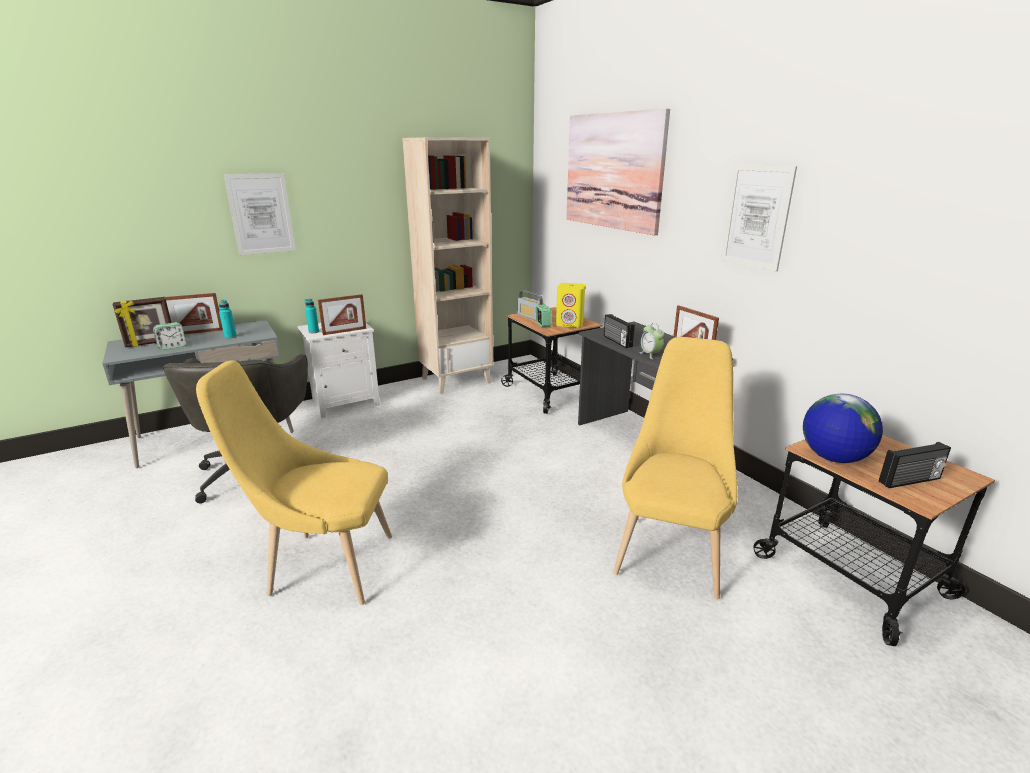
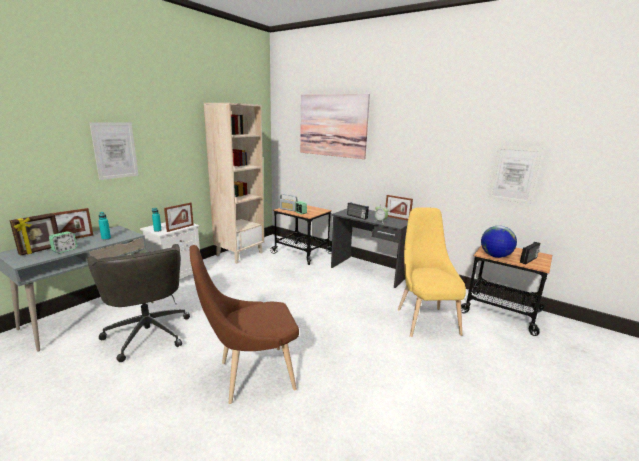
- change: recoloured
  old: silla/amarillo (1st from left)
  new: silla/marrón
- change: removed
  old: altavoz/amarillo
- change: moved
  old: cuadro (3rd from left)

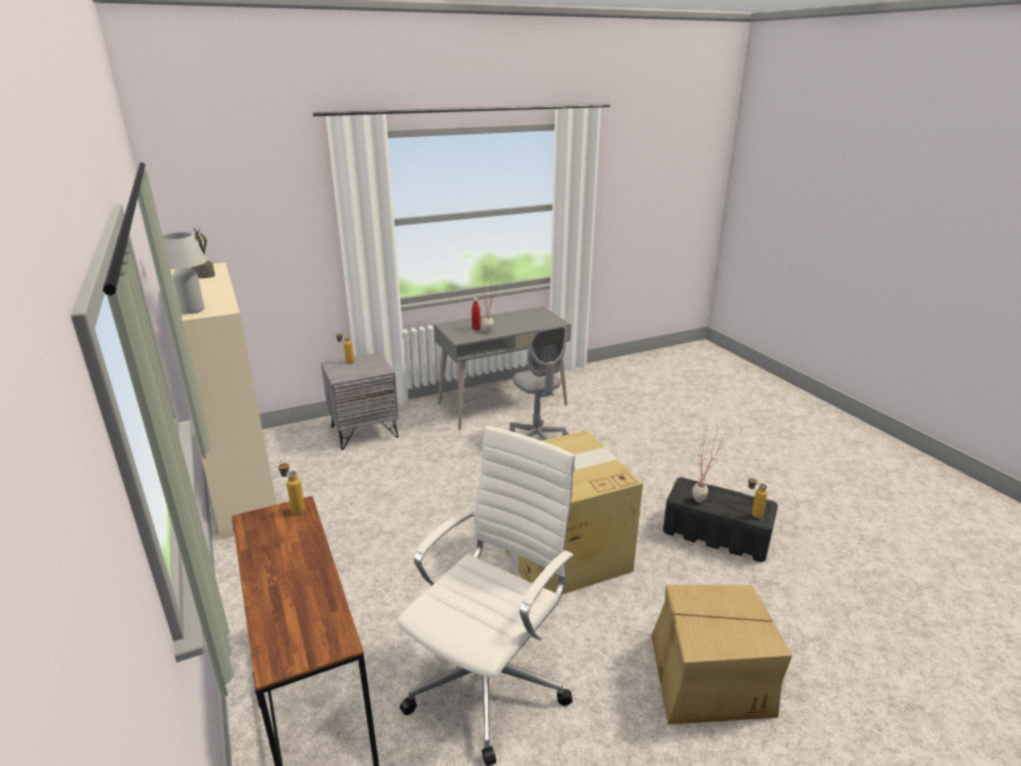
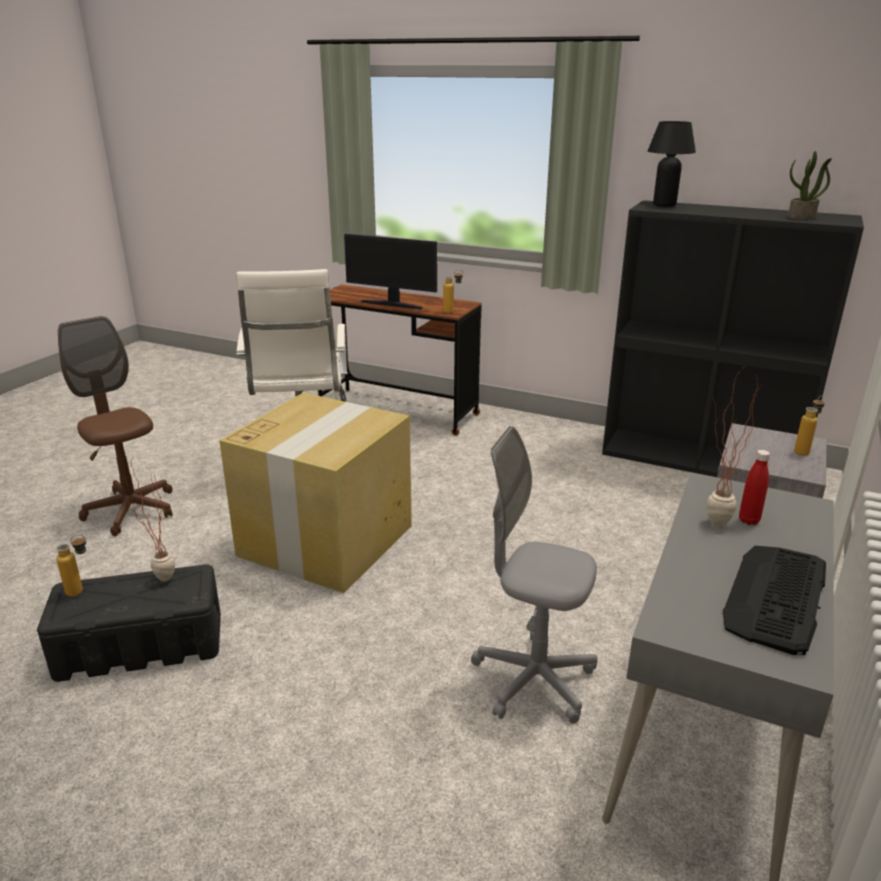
- change: recoloured
  old: lámpara de mesa/blanco
  new: lámpara de mesa/negro
- change: recoloured
  old: estantería/beis
  new: estantería/negro
- change: replaced
  old: caja de cartón (2nd from left)
  new: silla de oficina/marrón
- change: added
  new: monitor
- change: added
  new: teclado

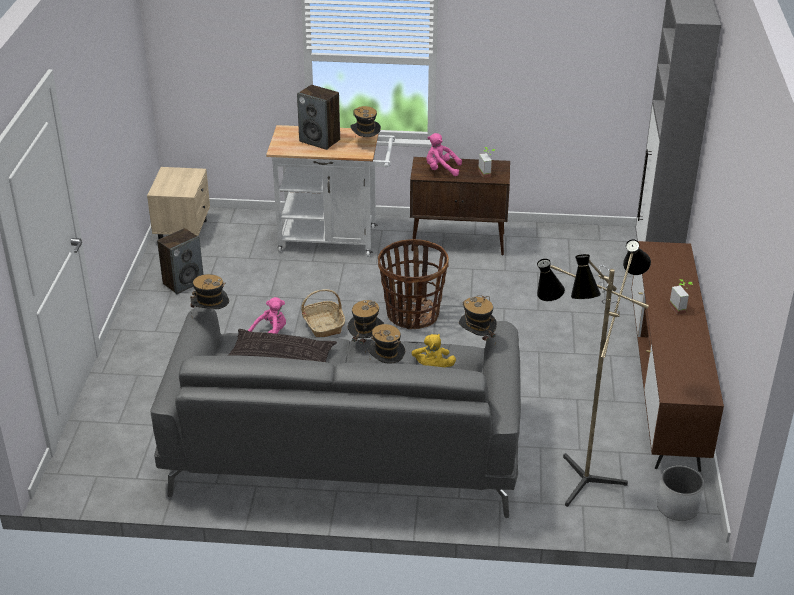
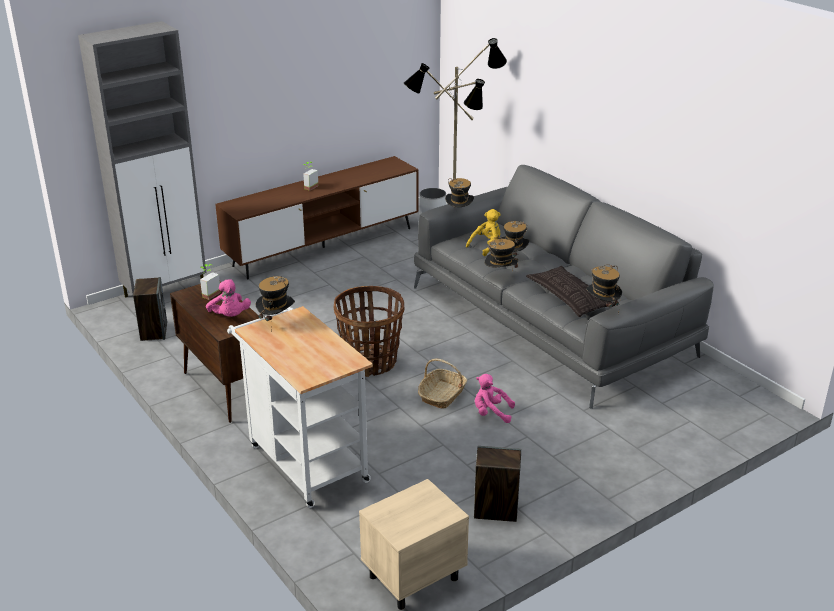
- change: moved
  old: altavoz (2nd from left in the first image)
  new: altavoz (1st from left)

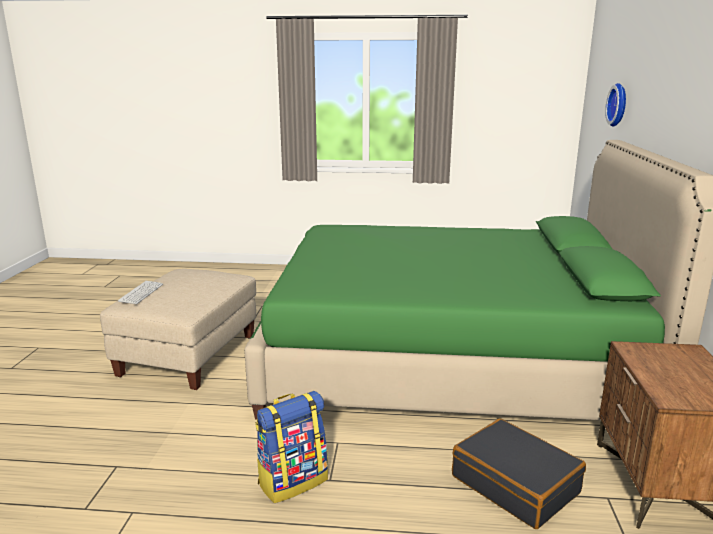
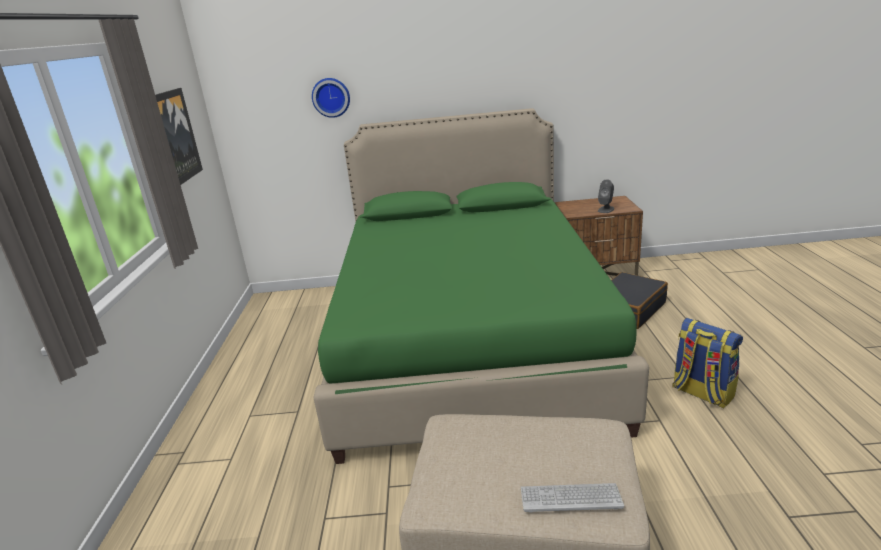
- change: added
  new: cuadro
- change: added
  new: altavoz/gris

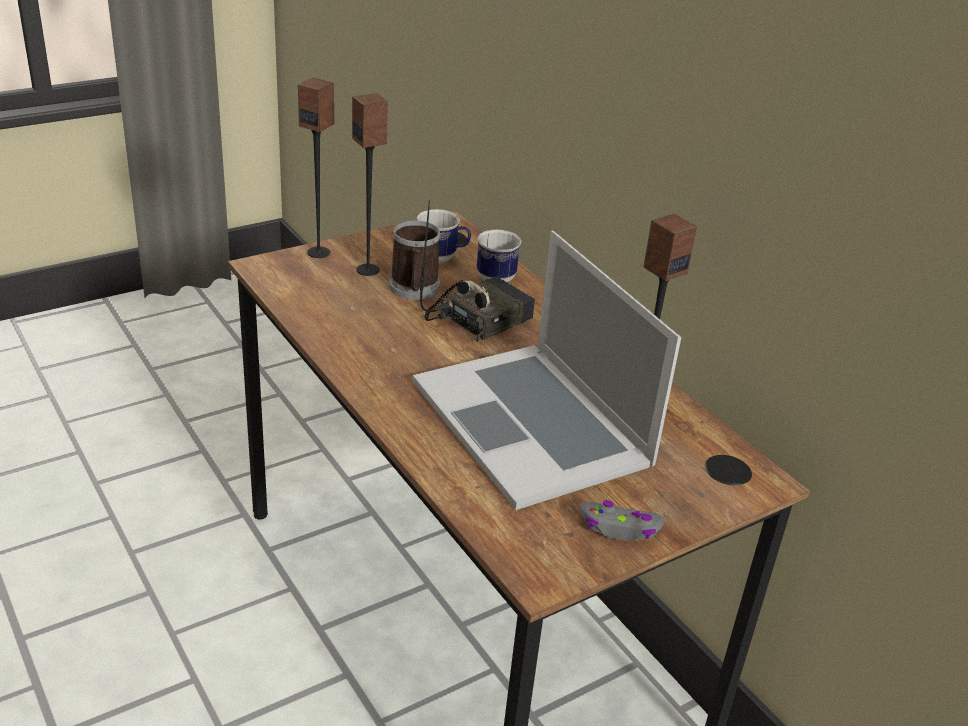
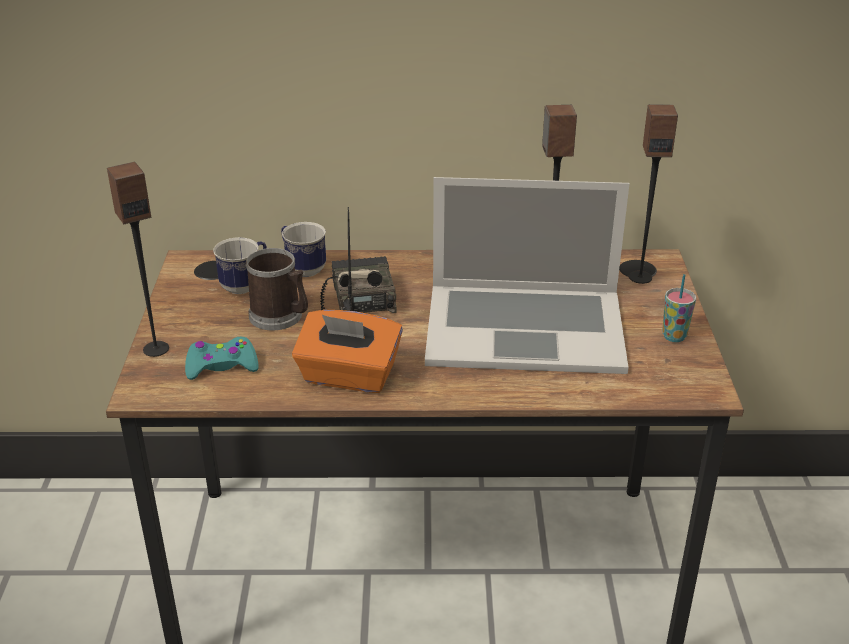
- change: moved
  old: altavoz (2nd from left in the first image)
  new: altavoz (3rd from left)
- change: replaced
  old: mando de consola/gris
  new: taza
- change: added
  new: mando de consola/turquesa
- change: added
  new: caja de pañuelos/naranja

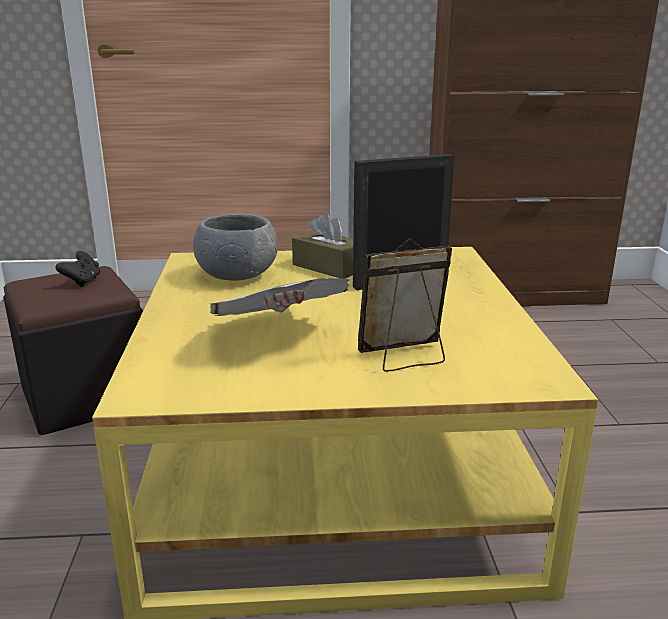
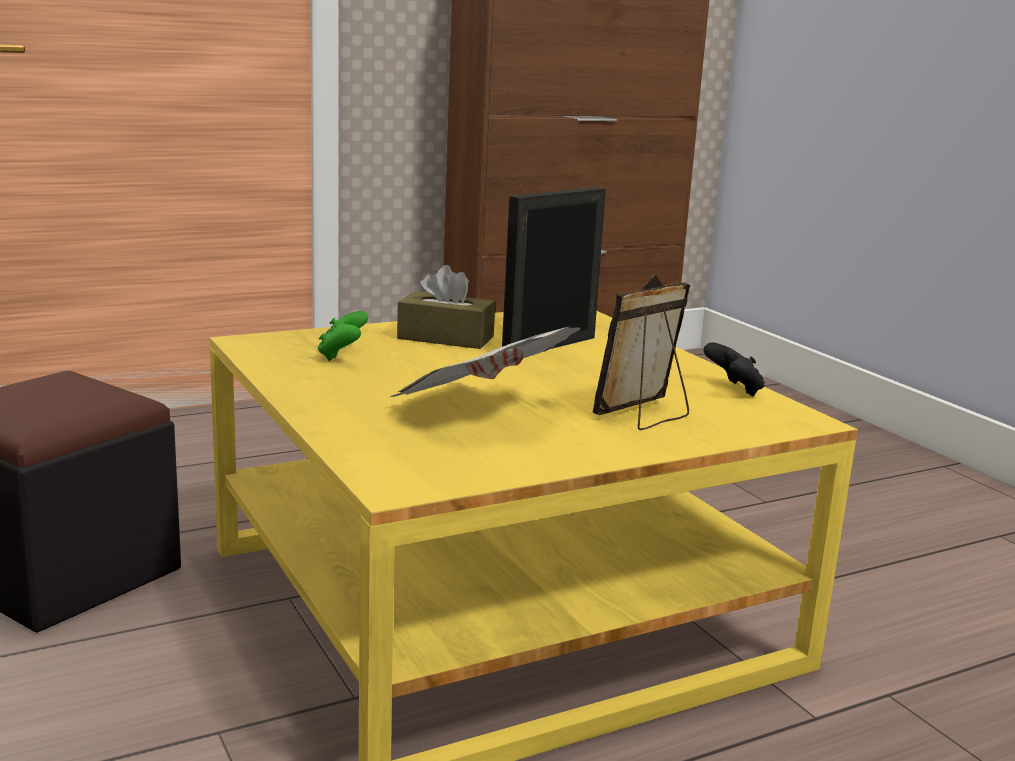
- change: moved
  old: mando de consola/negro
- change: replaced
  old: cuenco/gris
  new: mando de consola/verde

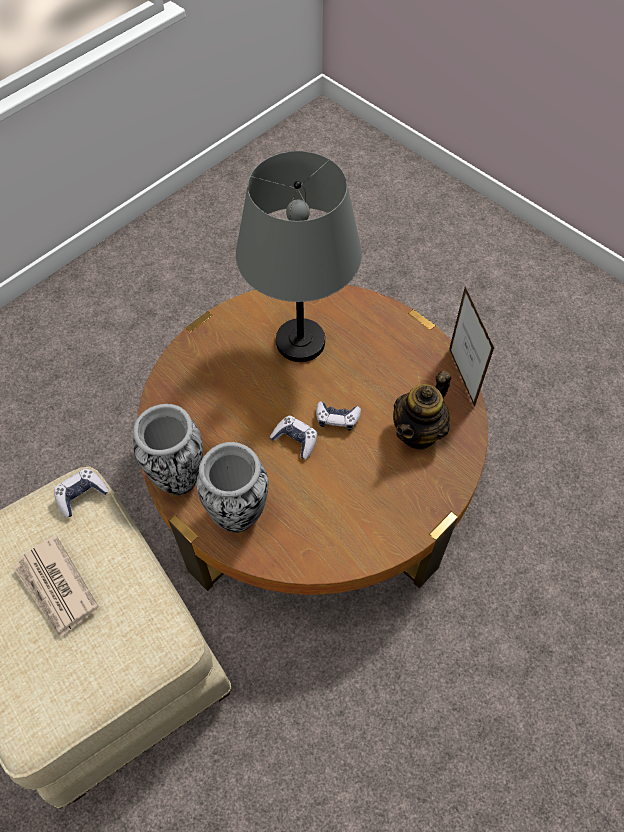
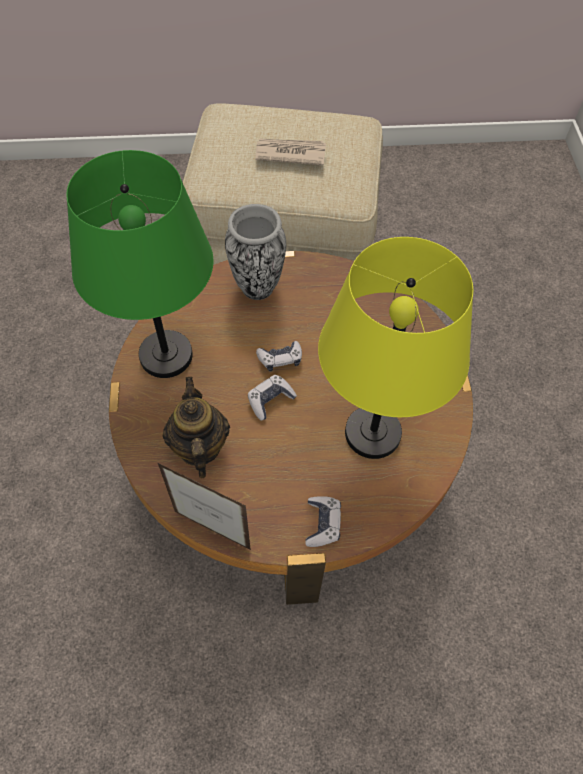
- change: moved
  old: mando de consola (1st from left in the first image)
  new: mando de consola (3rd from left)
- change: removed
  old: florero (1st from left)
- change: recoloured
  old: lámpara de mesa/gris
  new: lámpara de mesa/amarillo
- change: added
  new: lámpara de mesa/verde

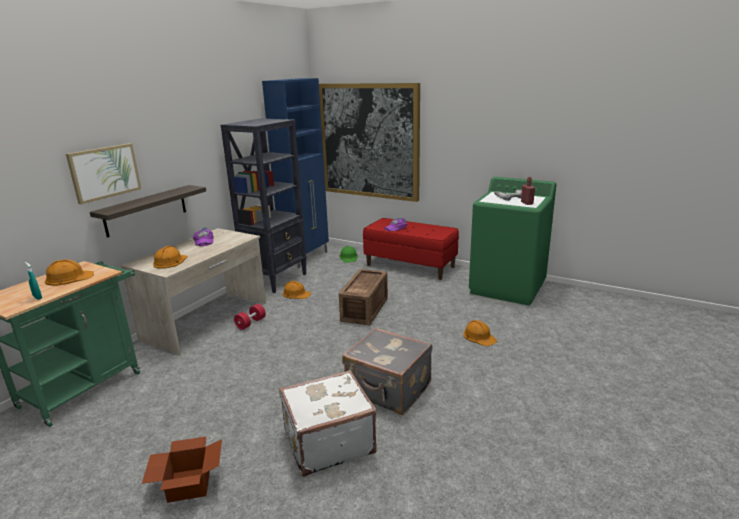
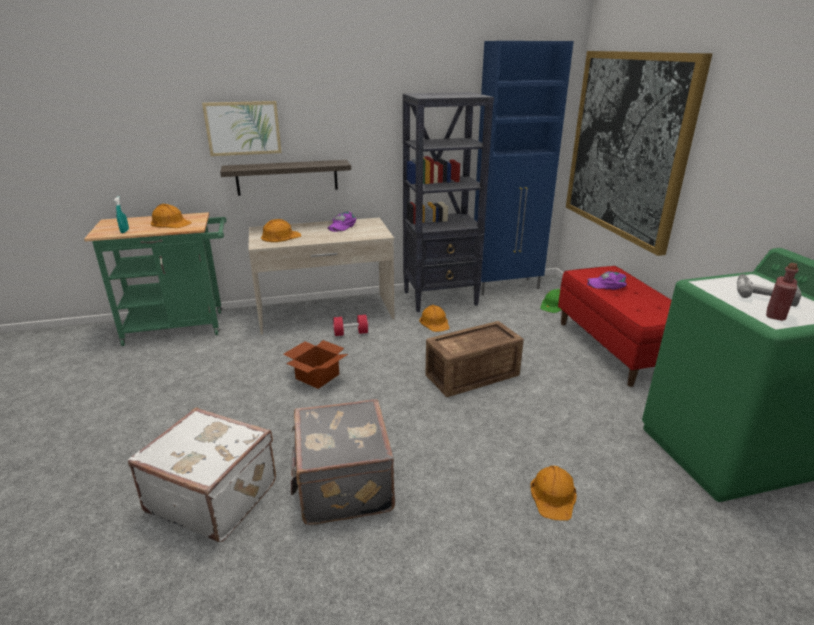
- change: moved
  old: caja de cartón

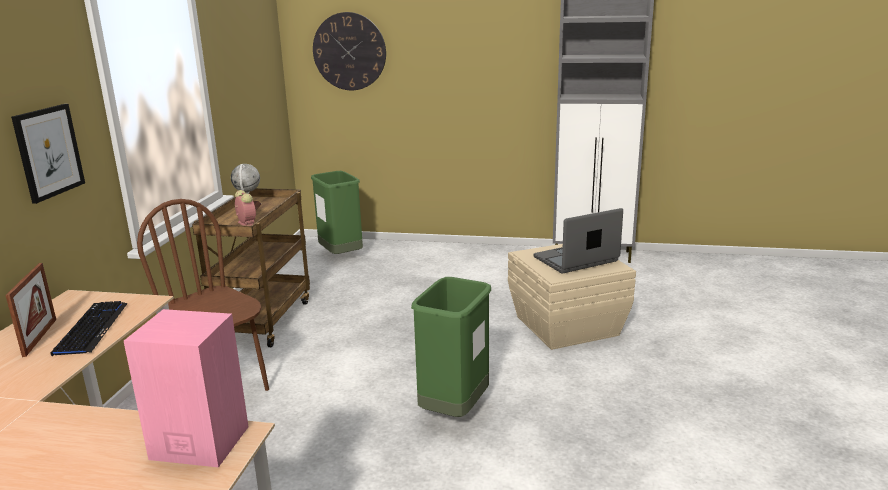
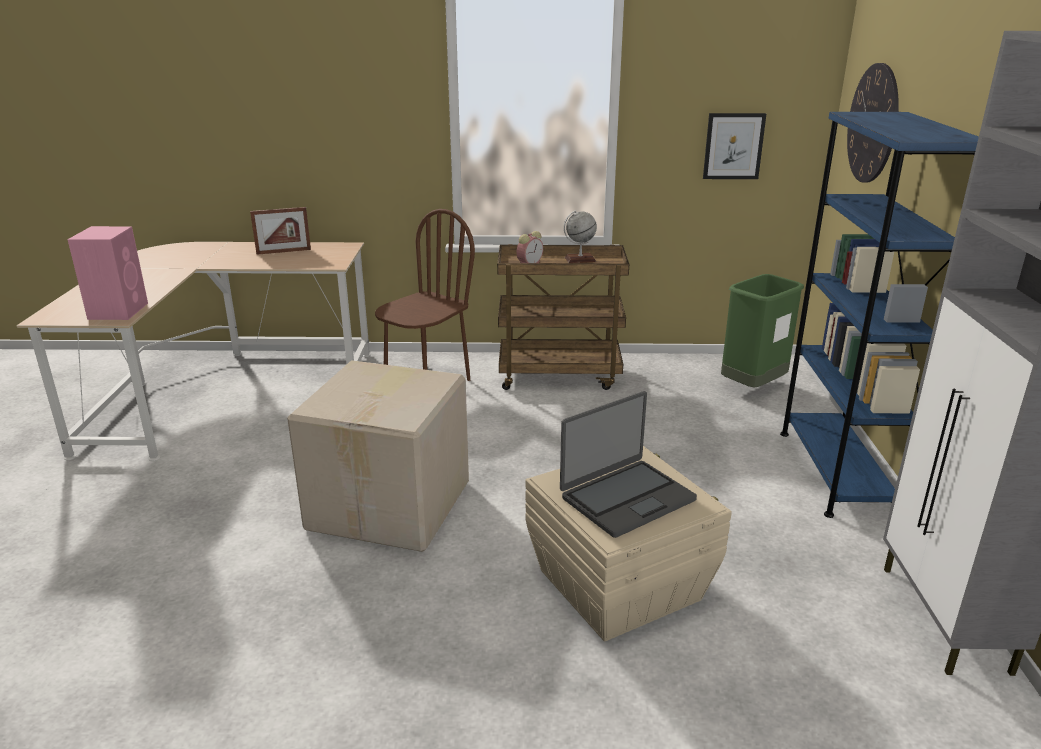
- change: moved
  old: cuadro
- change: removed
  old: teclado
- change: replaced
  old: papelera/verde (2nd from left)
  new: caja de cartón
- change: turned
  old: portátil
  degrees: 90
- change: added
  new: estantería/azul

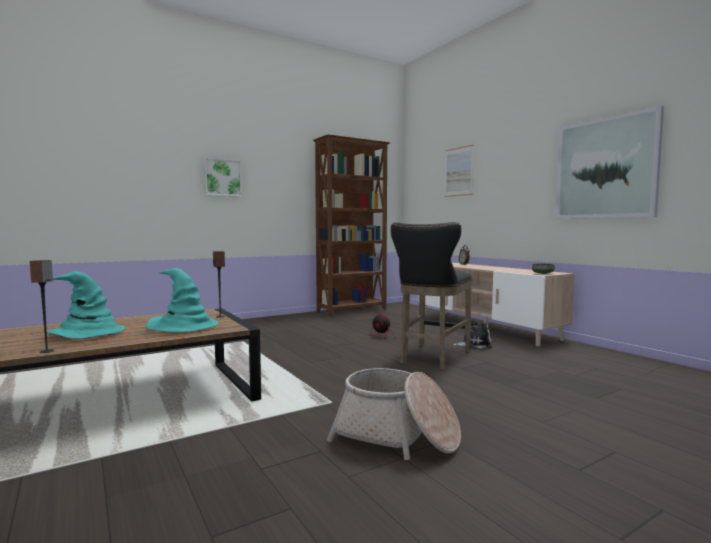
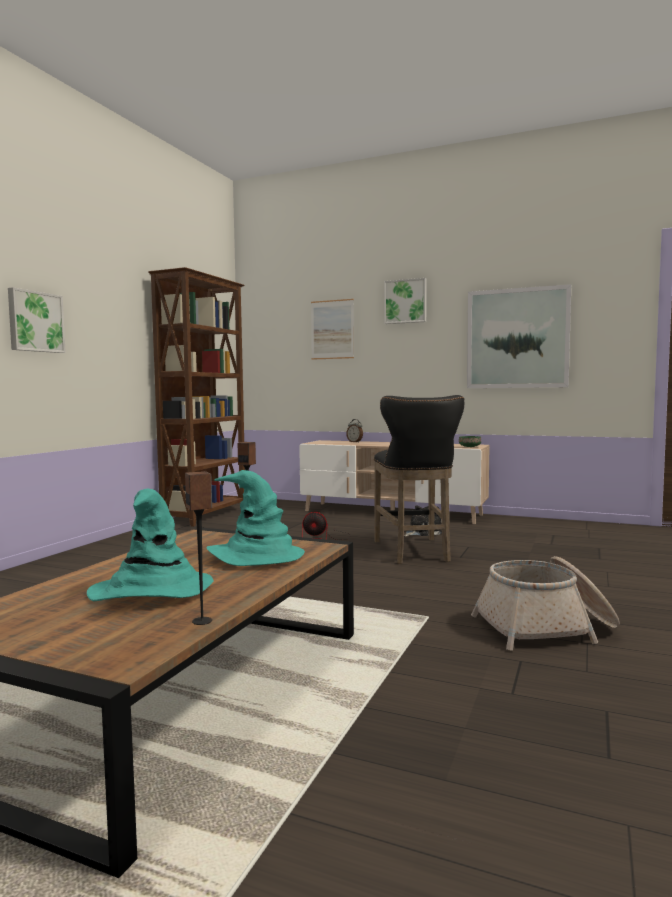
- change: added
  new: cuadro (3rd from left)

